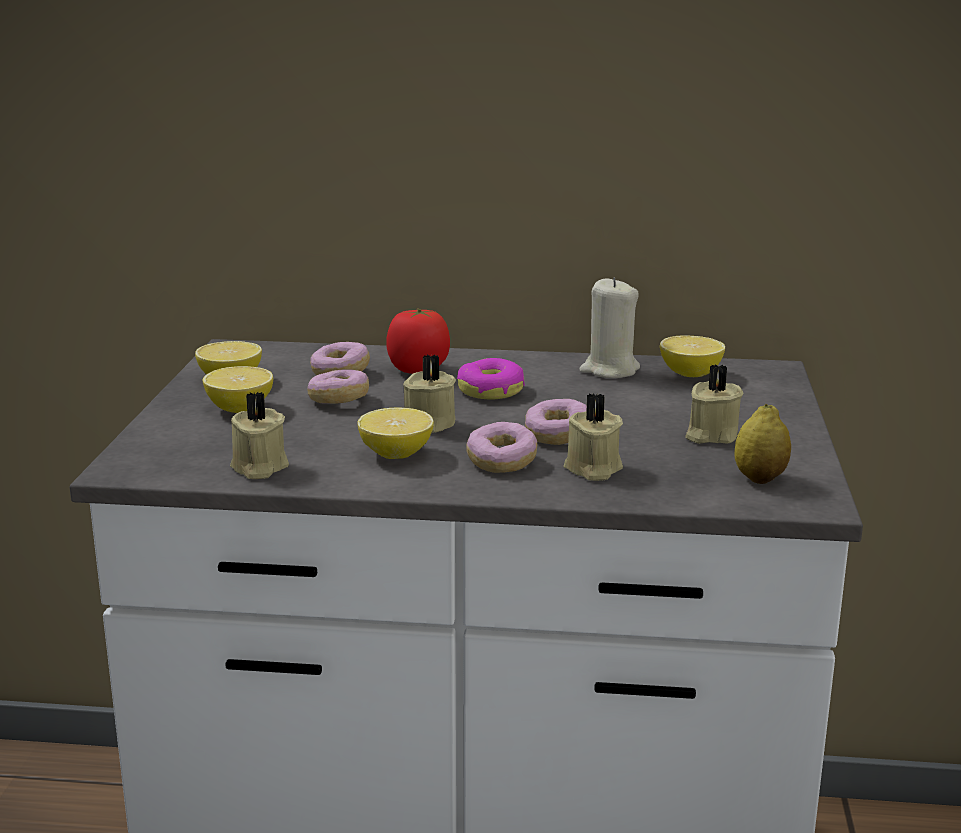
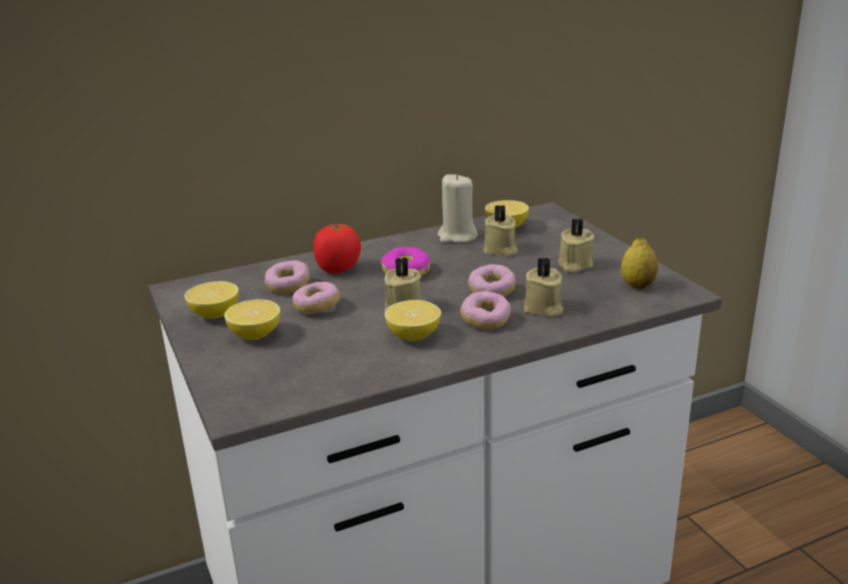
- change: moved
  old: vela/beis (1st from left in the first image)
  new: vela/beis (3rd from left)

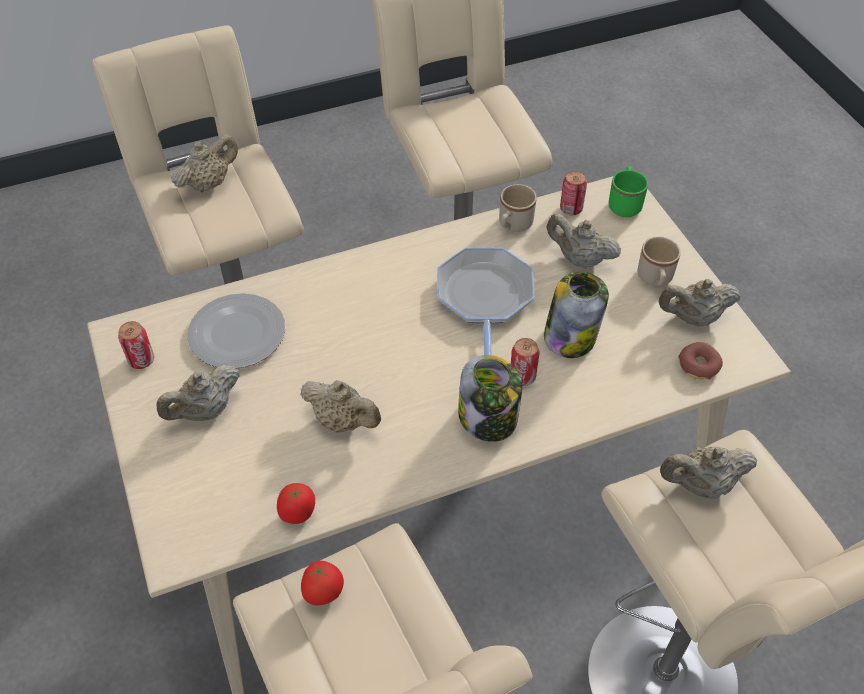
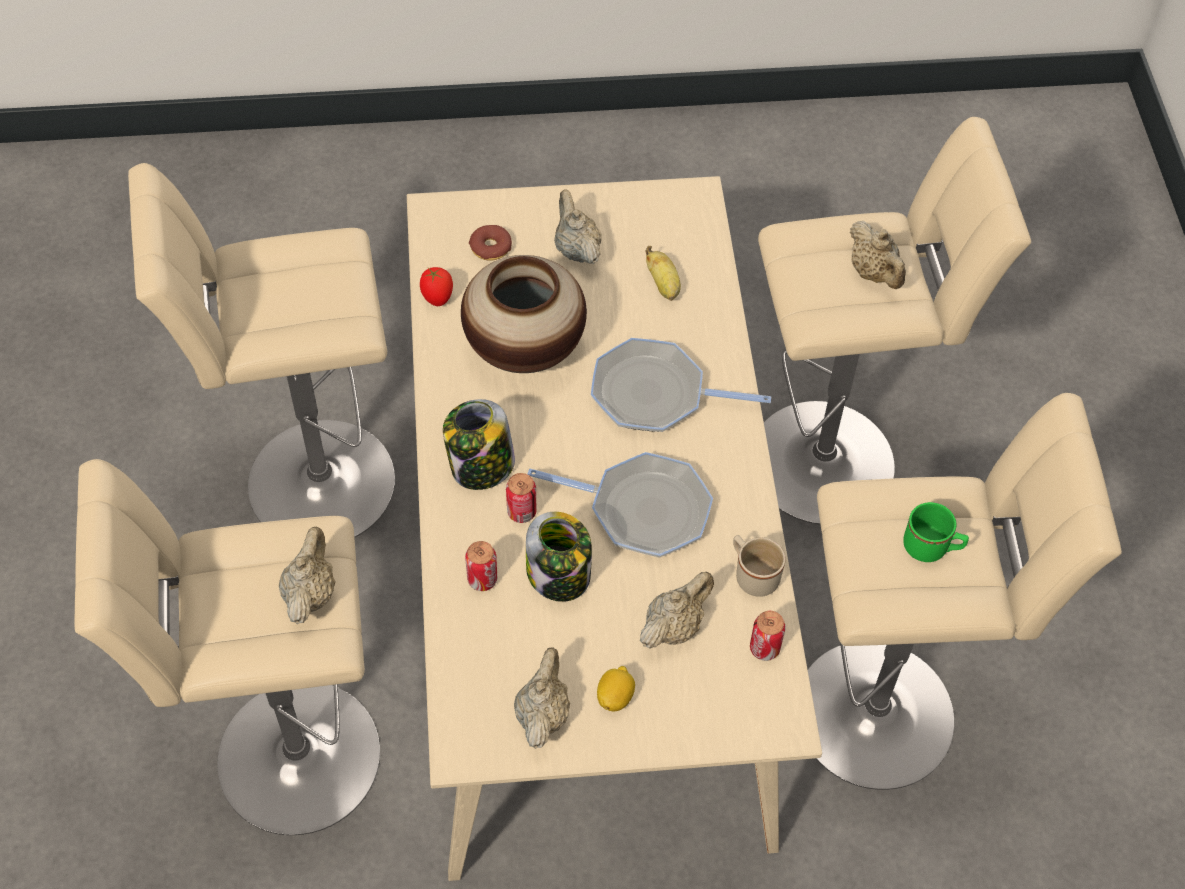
- change: moved
  old: lata (1st from left)
- change: replaced
  old: plato
  new: plátano
- change: replaced
  old: tetera/beis (3rd from left)
  new: florero
- change: removed
  old: tomate (2nd from left)
- change: moved
  old: taza grande/verde
- change: replaced
  old: taza grande/beis (2nd from left)
  new: limón
- change: moved
  old: rosquilla
- change: added
  new: sartén (2nd from left)

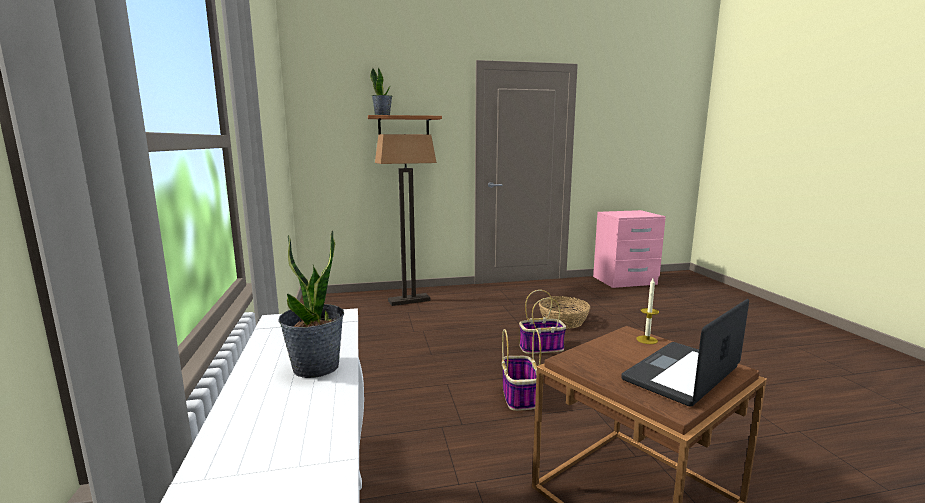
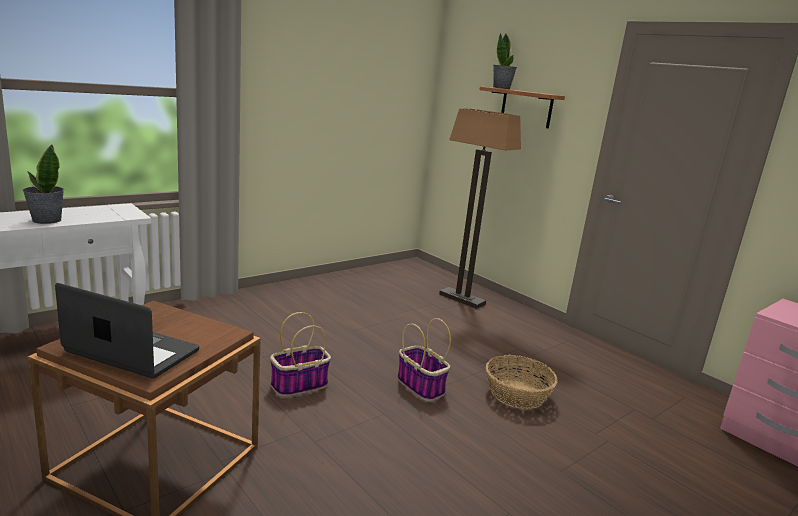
- change: removed
  old: vela

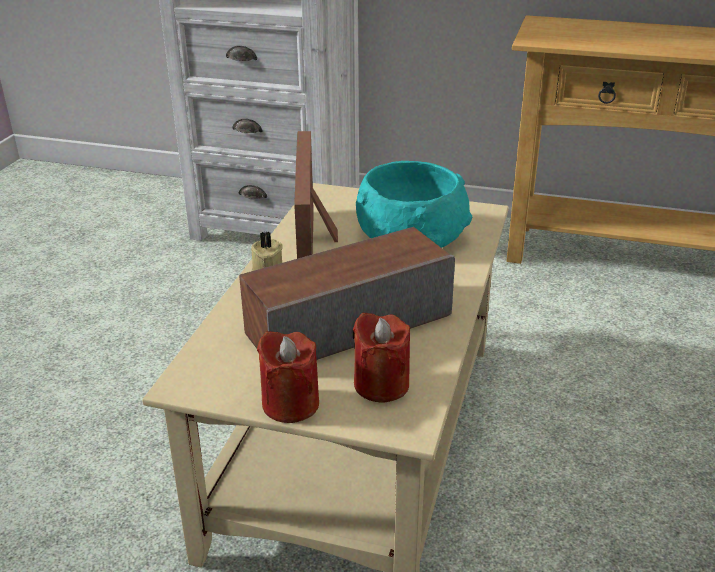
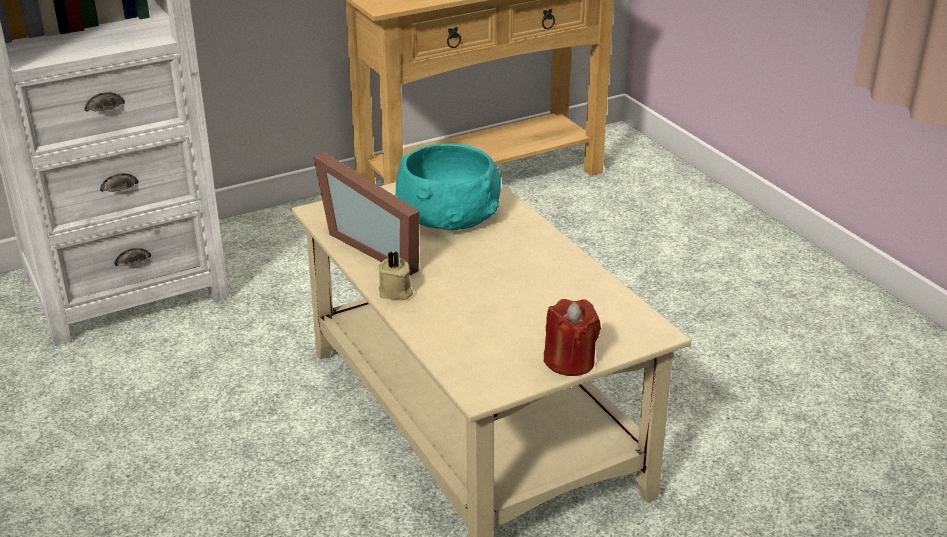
- change: removed
  old: altavoz
- change: removed
  old: vela/rojo (2nd from left)

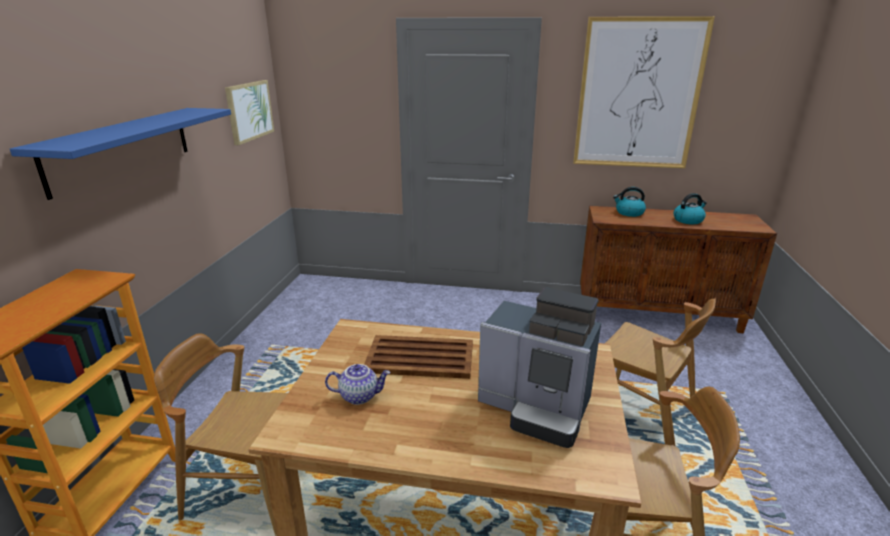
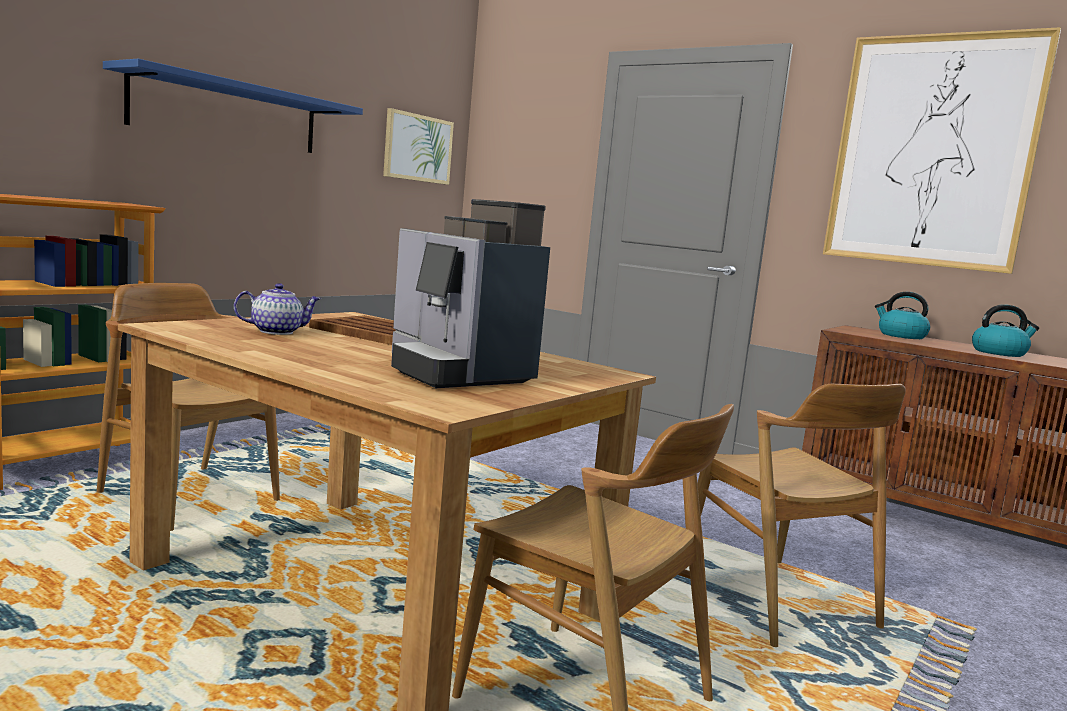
- change: turned
  old: tetera
  degrees: -45

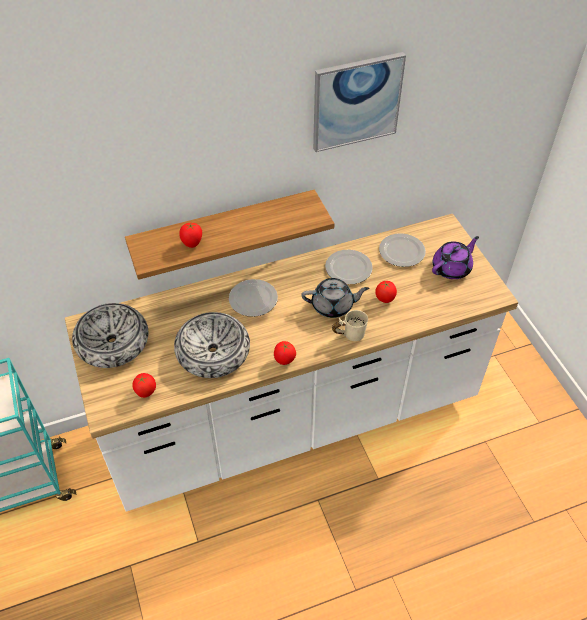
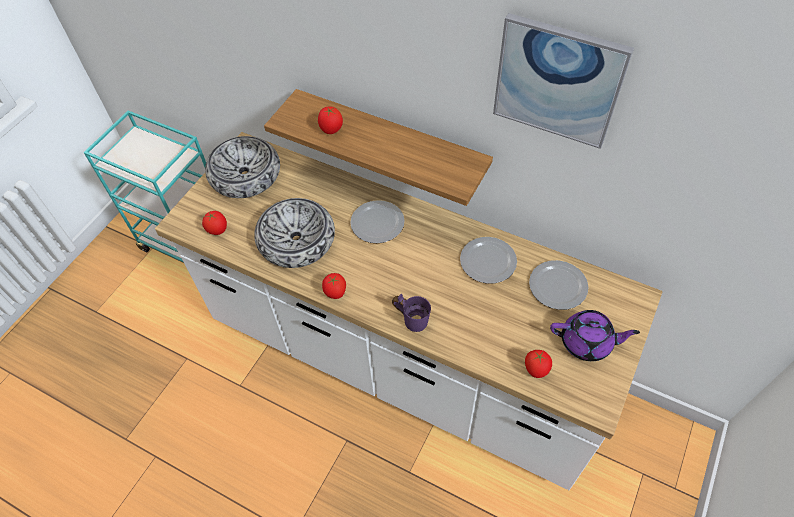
- change: removed
  old: tetera/gris
- change: recoloured
  old: taza grande/beis
  new: taza grande/morado
- change: moved
  old: tomate (4th from left)

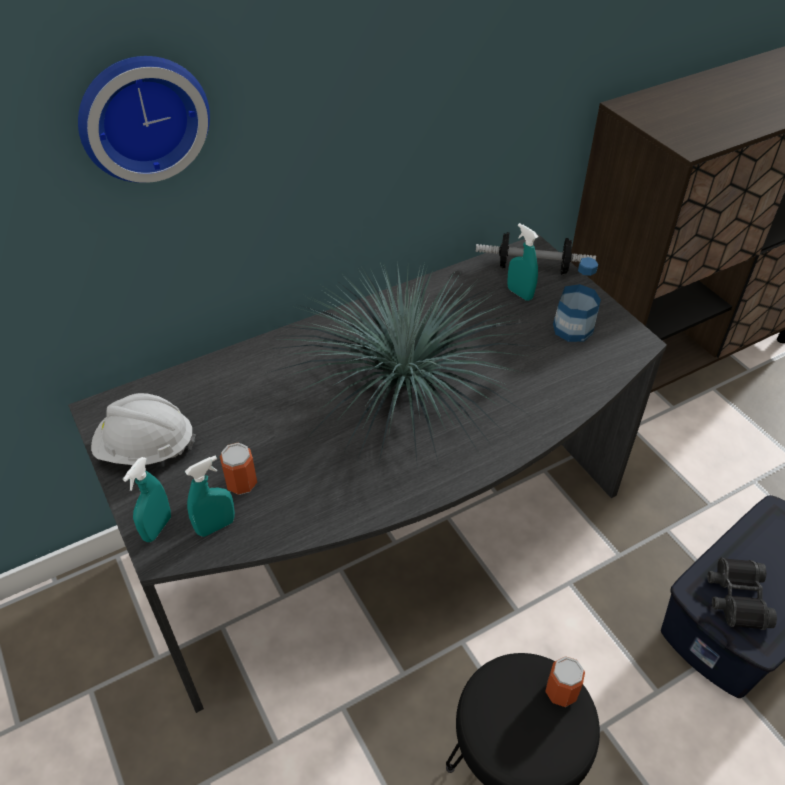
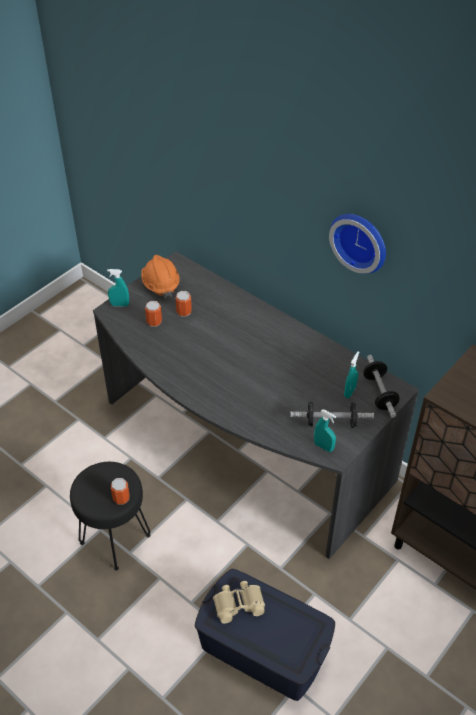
- change: moved
  old: reloj de pared
- change: recoloured
  old: casco/blanco
  new: casco/naranja
- change: moved
  old: pulverizador/turquesa (2nd from left)
- change: removed
  old: planta en maceta
- change: replaced
  old: botella
  new: mancuerna (1st from left)
- change: recoloured
  old: prismáticos/negro
  new: prismáticos/beis
- change: added
  new: lata (3rd from left)

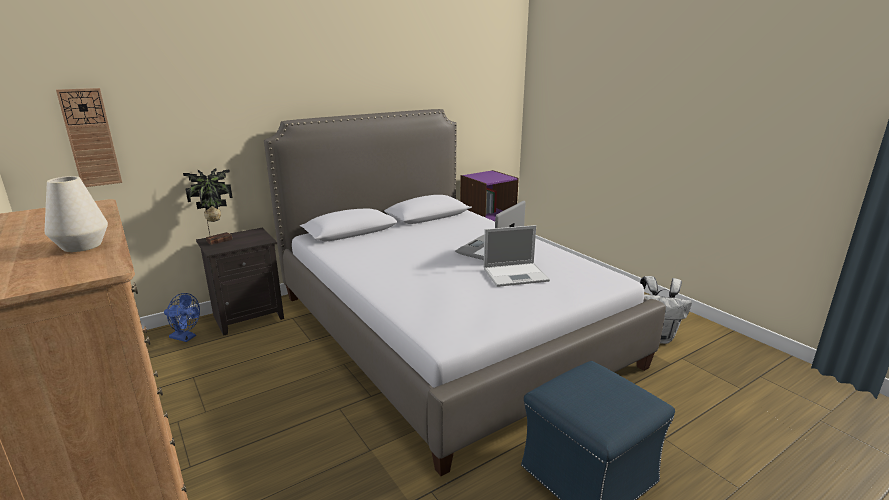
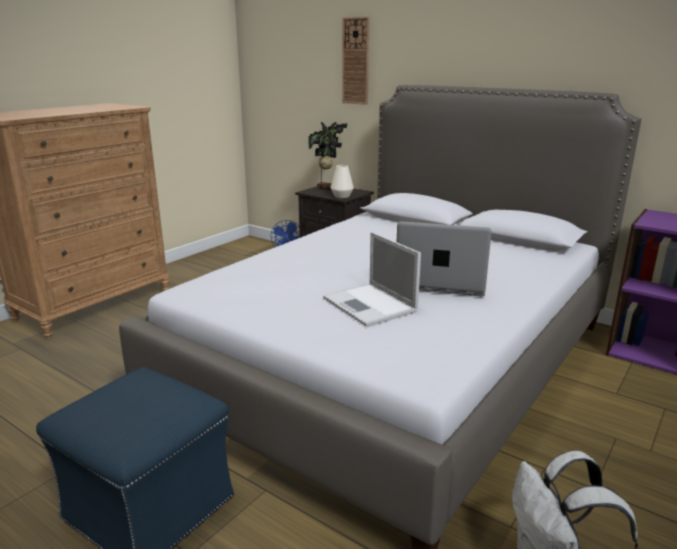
- change: moved
  old: florero/blanco
- change: moved
  old: reloj de pared

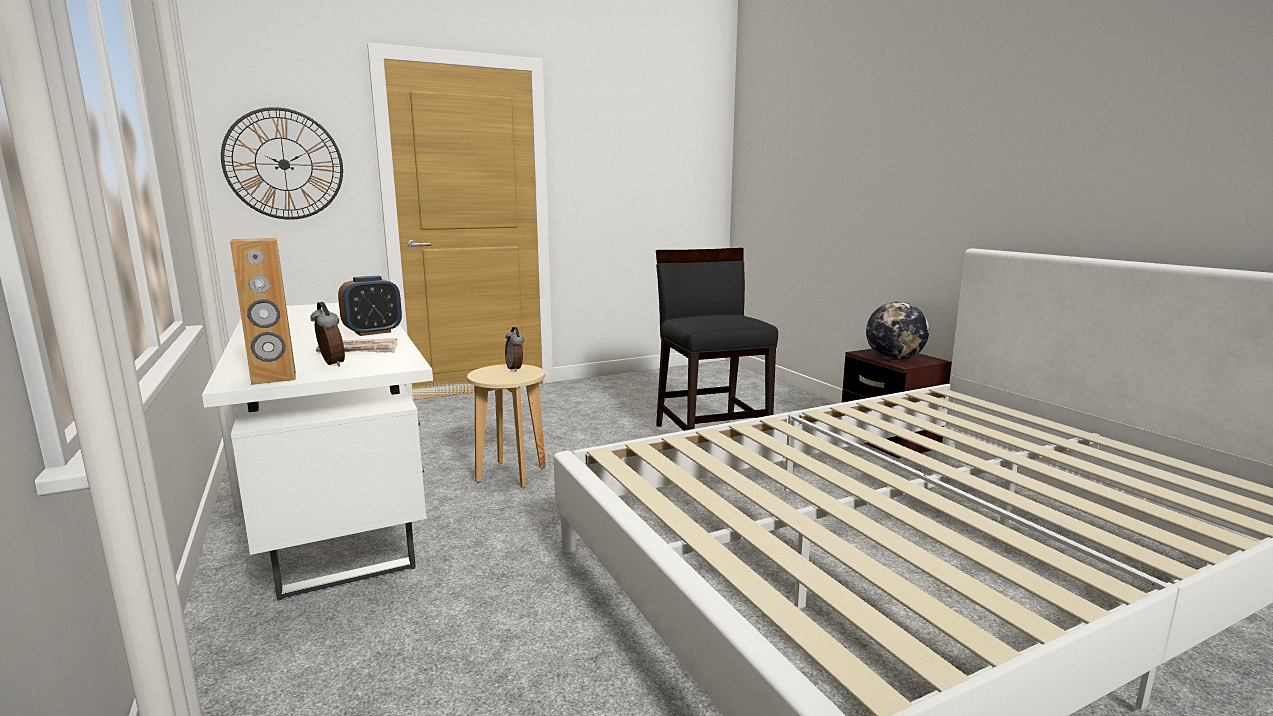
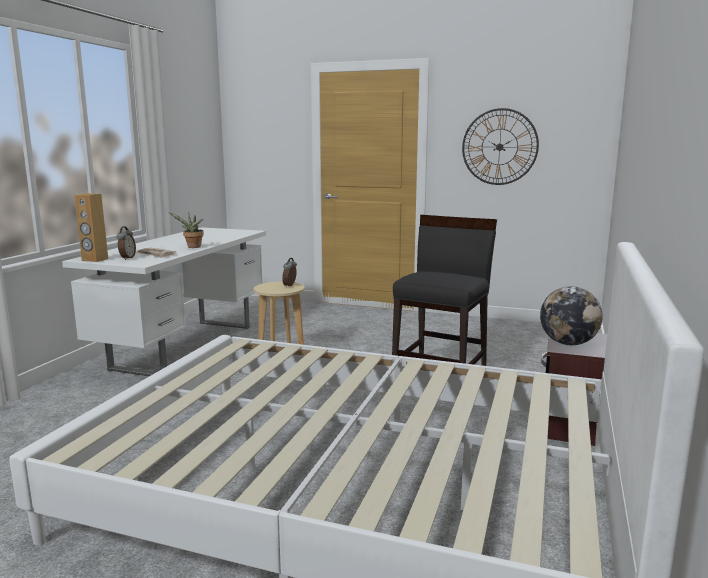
- change: moved
  old: reloj de pared
- change: replaced
  old: despertador (2nd from left)
  new: planta en maceta

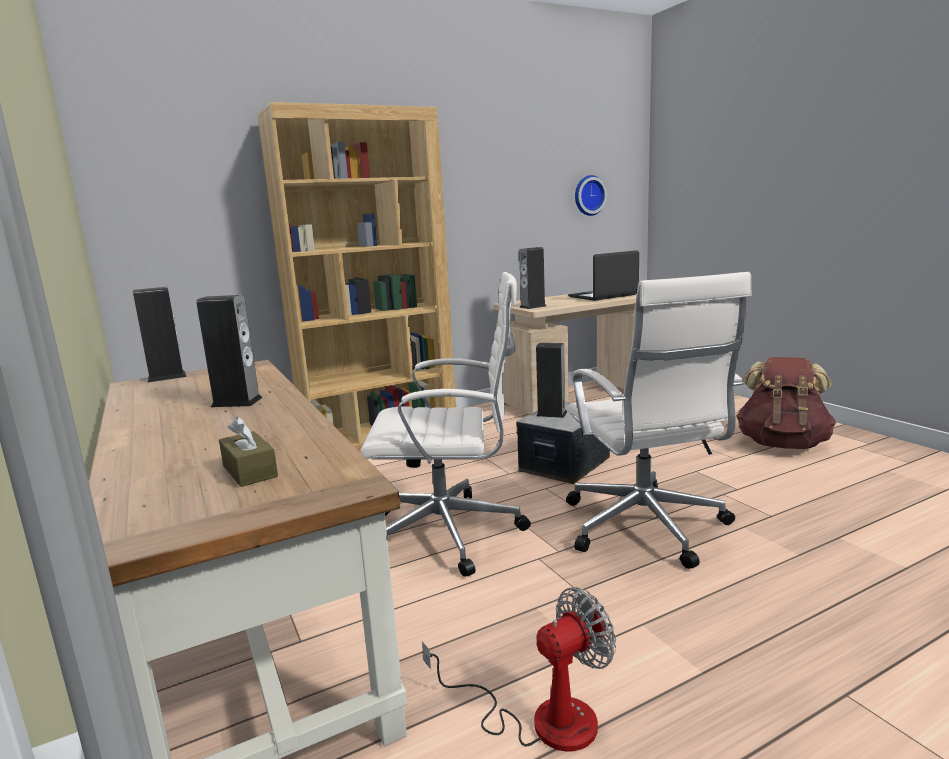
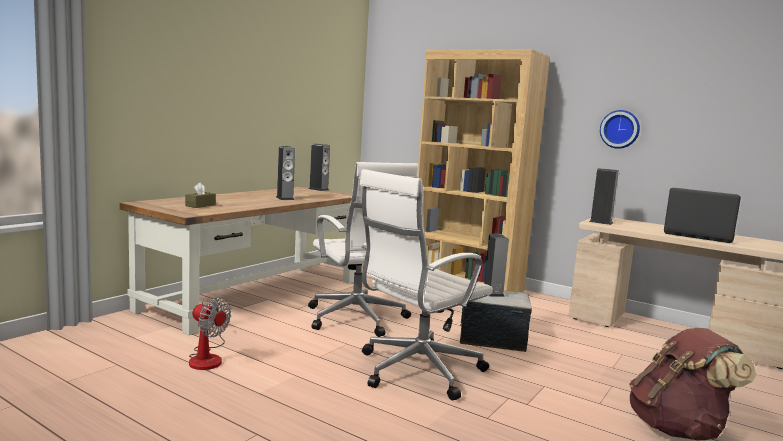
- change: moved
  old: reloj de pared

